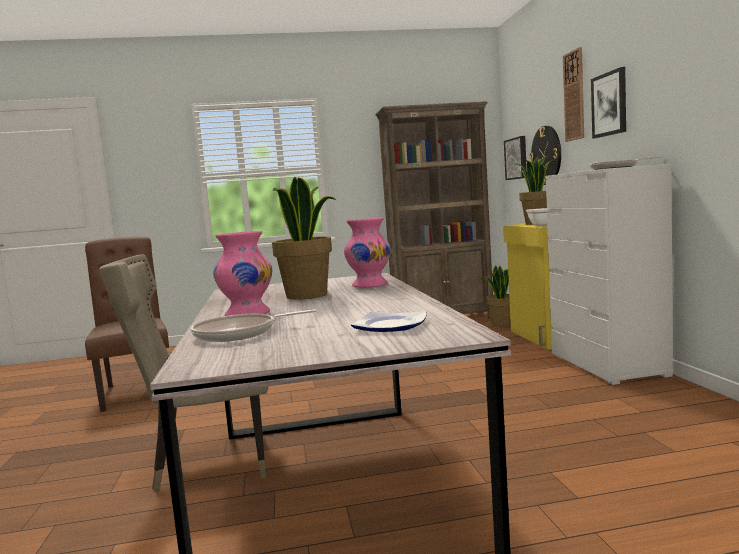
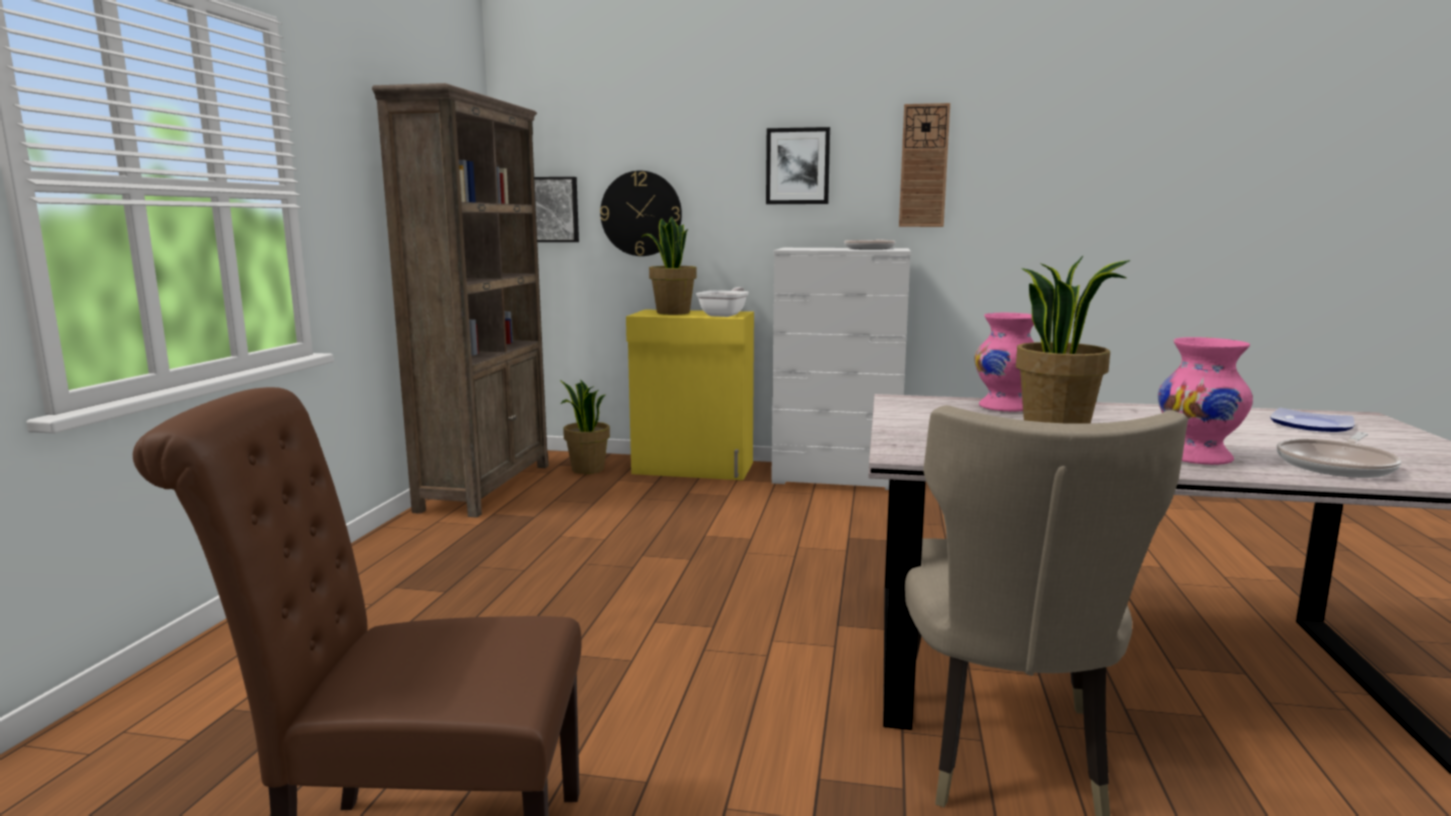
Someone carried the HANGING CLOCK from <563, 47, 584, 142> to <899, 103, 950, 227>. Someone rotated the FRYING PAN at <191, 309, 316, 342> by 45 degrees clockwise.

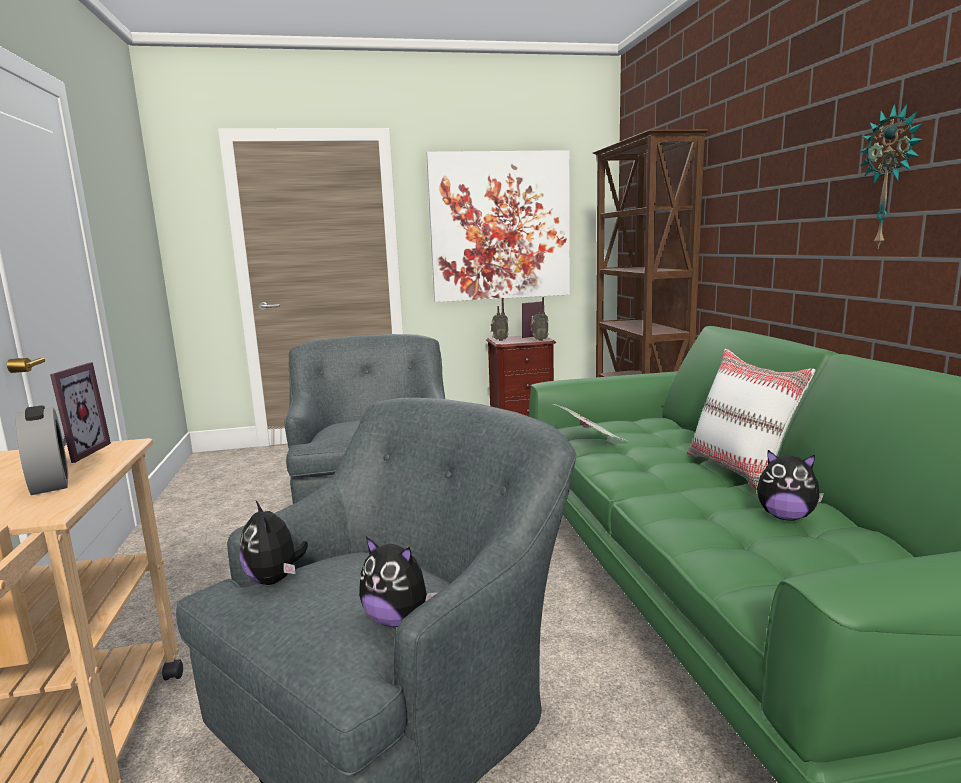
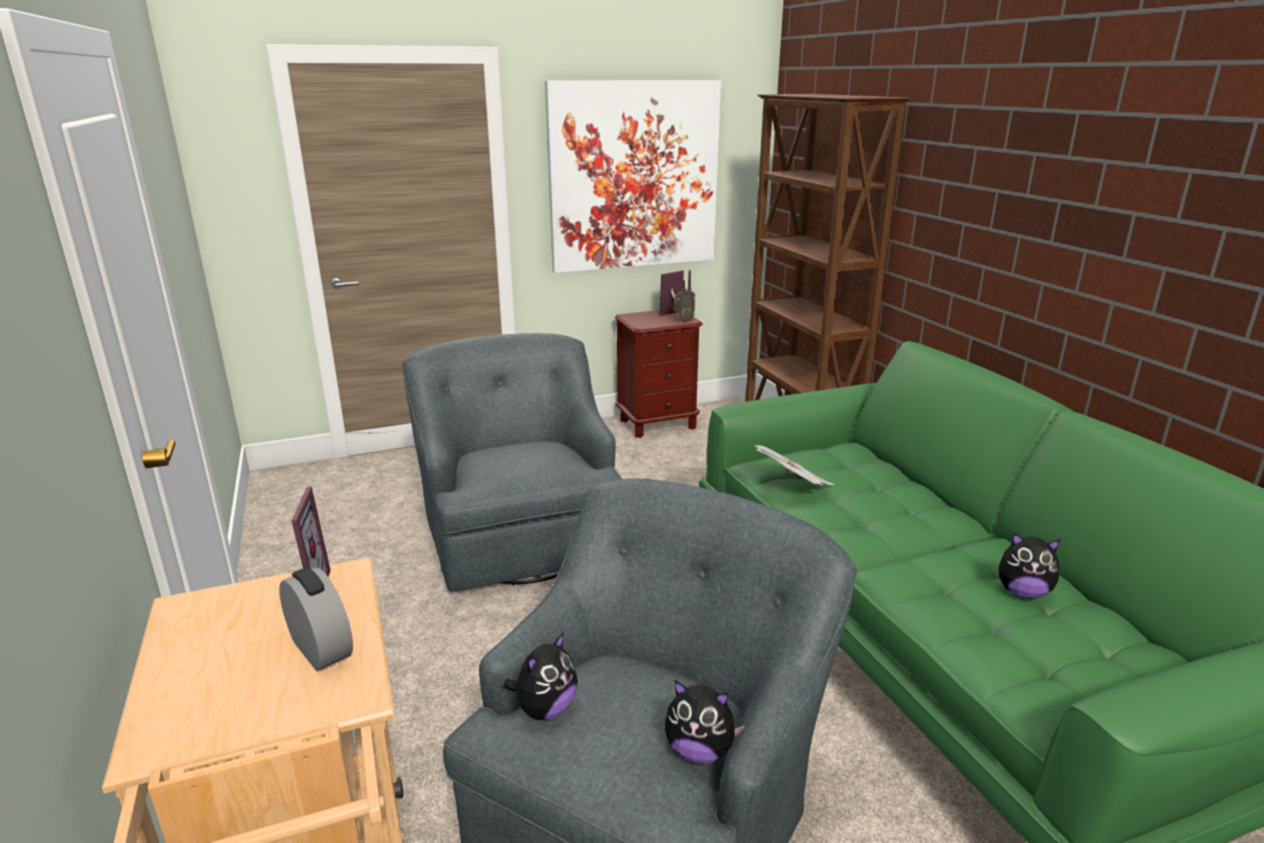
Someone took away the RADIO SET at <491, 298, 509, 341>. Someone took away the WHITISH PILLOW at <687, 349, 816, 490>. Someone took away the HANGING CLOCK at <859, 104, 924, 249>. Someone rotated the SOFT TOY at <240, 501, 308, 585> by 105 degrees counterclockwise.

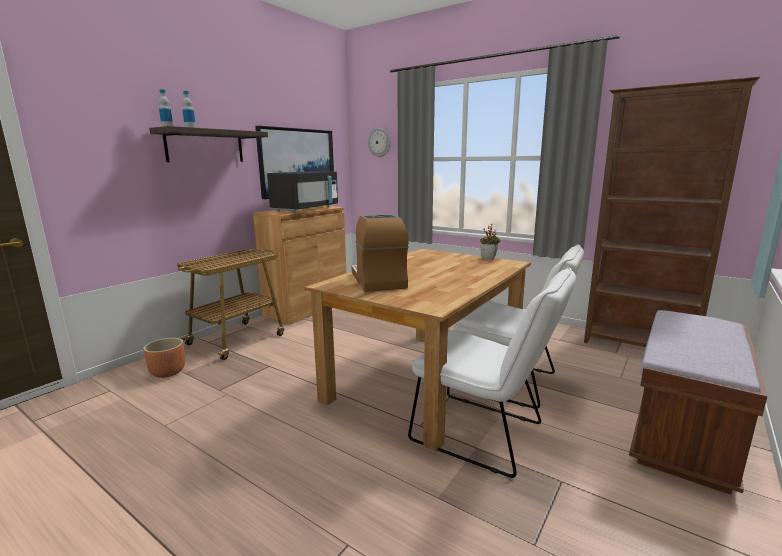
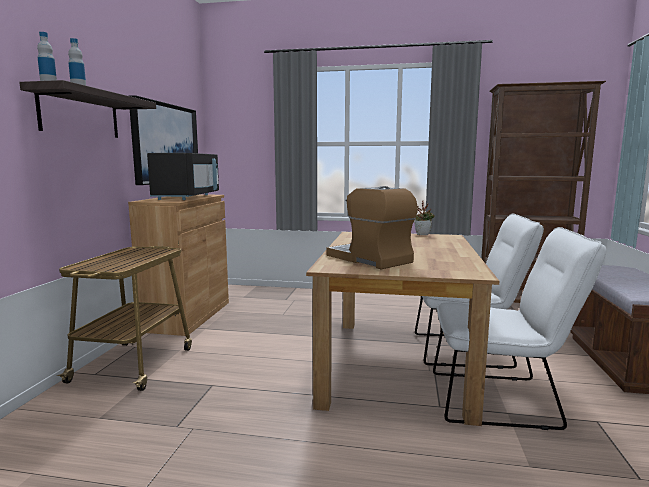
Someone took away the BROWN-COLOURED PLANT POT at <143, 338, 185, 378>. Someone took away the HANGING CLOCK at <368, 128, 391, 157>.

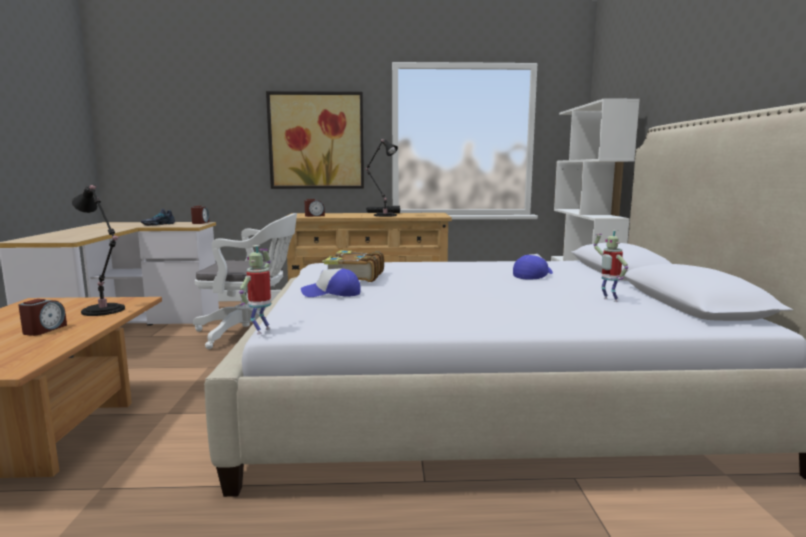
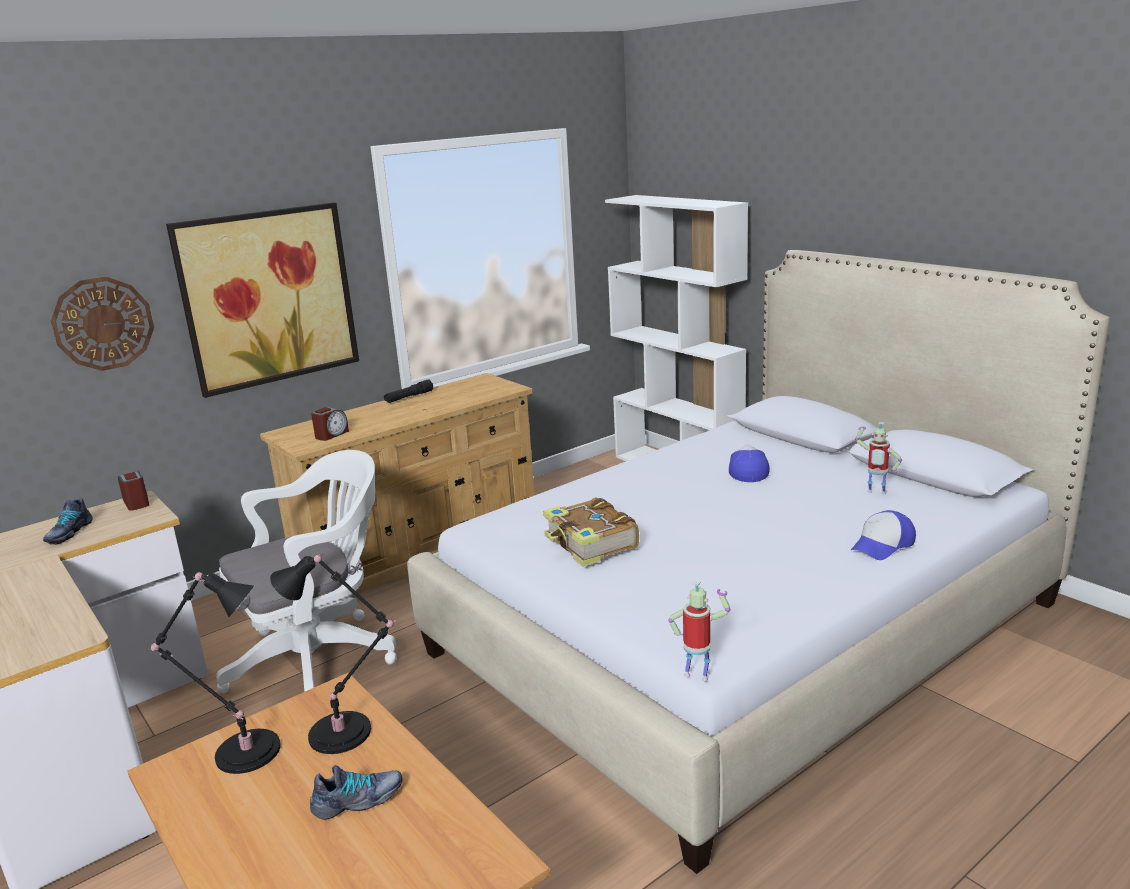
Someone put up the HANGING CLOCK at <51, 277, 154, 371>. Someone carried the PEAKED CAP from <301, 268, 361, 297> to <851, 510, 916, 560>. Someone carried the BLACKISH LAMP FOR A TABLE from <365, 139, 398, 217> to <148, 572, 281, 774>. Someone swapped the ALARM CLOCK at <18, 299, 67, 336> for the LOW SHOE at <310, 765, 402, 820>. Someone rotated the ROBOT FIGURE at <239, 245, 271, 335> by 135 degrees clockwise.

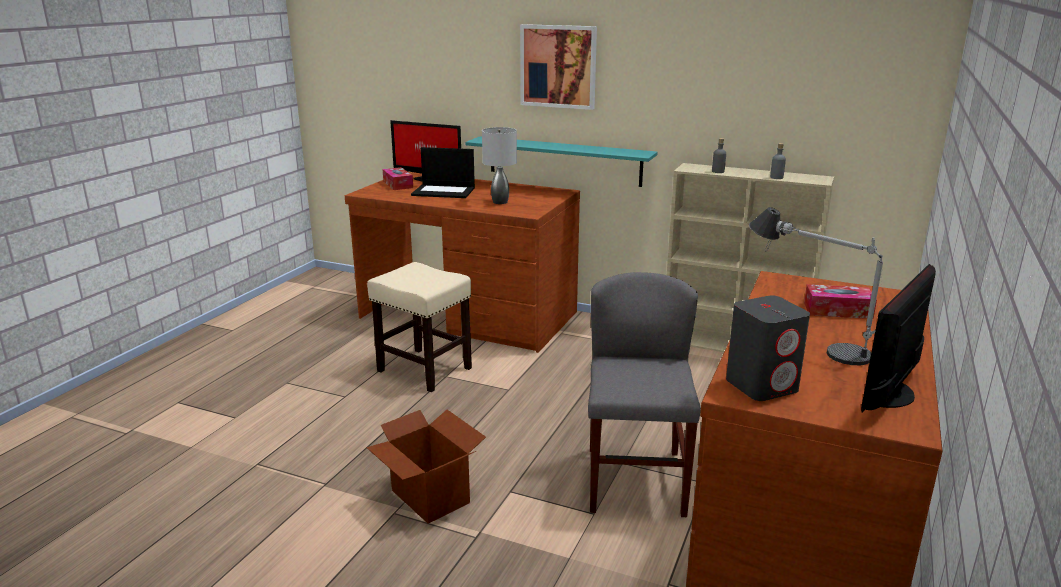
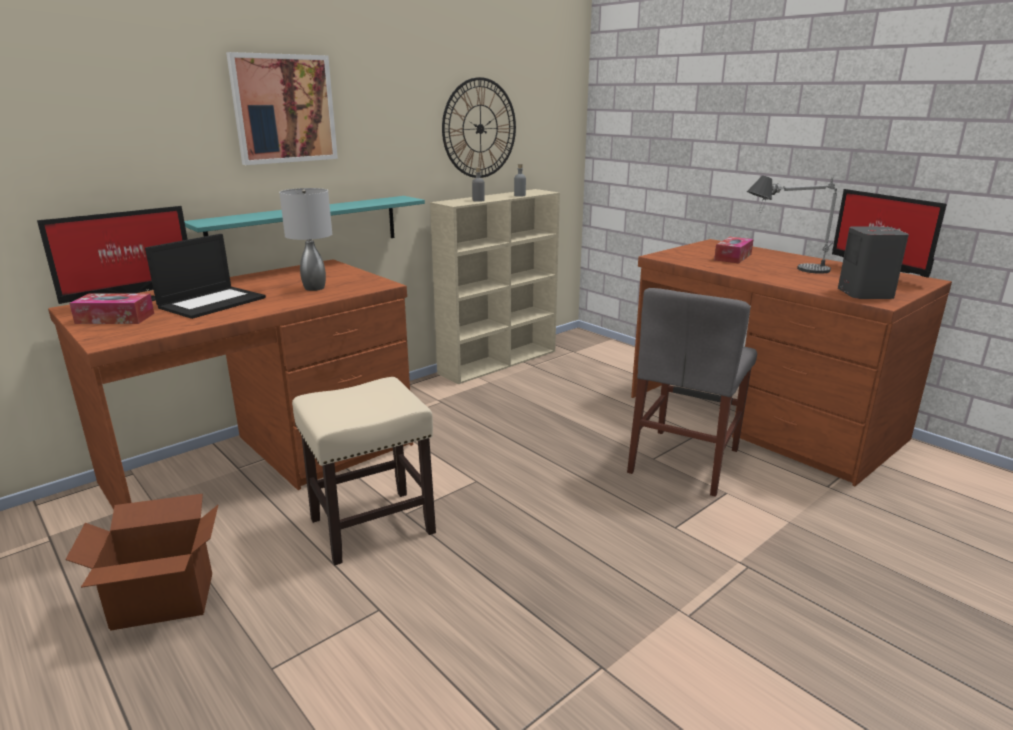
Someone put up the HANGING CLOCK at <442, 77, 516, 178>. Someone carried the CARTON from <366, 410, 486, 524> to <65, 494, 218, 631>. Someone rotated the GRAY PLAIN CHAIR at <588, 272, 701, 517> by 90 degrees counterclockwise.

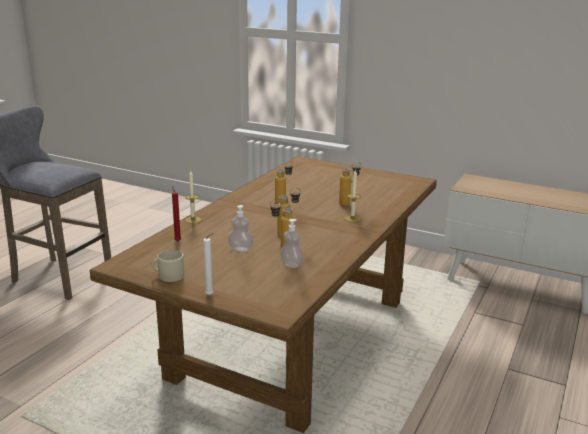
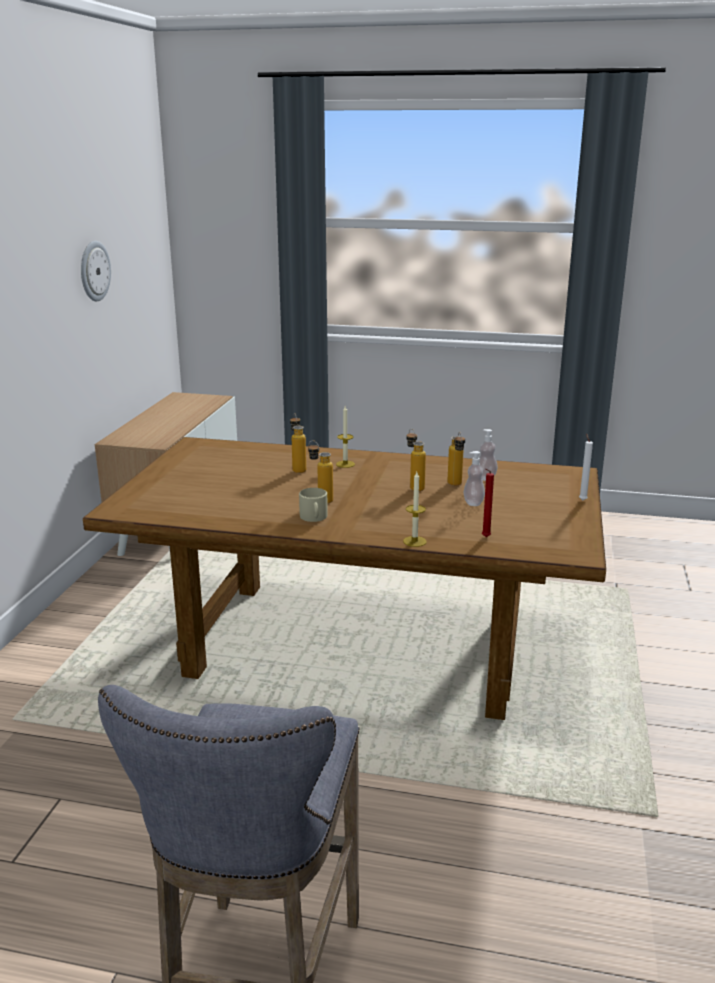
Someone put up the HANGING CLOCK at <81, 241, 111, 301>. Someone carried the BEIGE MUG from <151, 250, 184, 282> to <299, 488, 328, 522>.

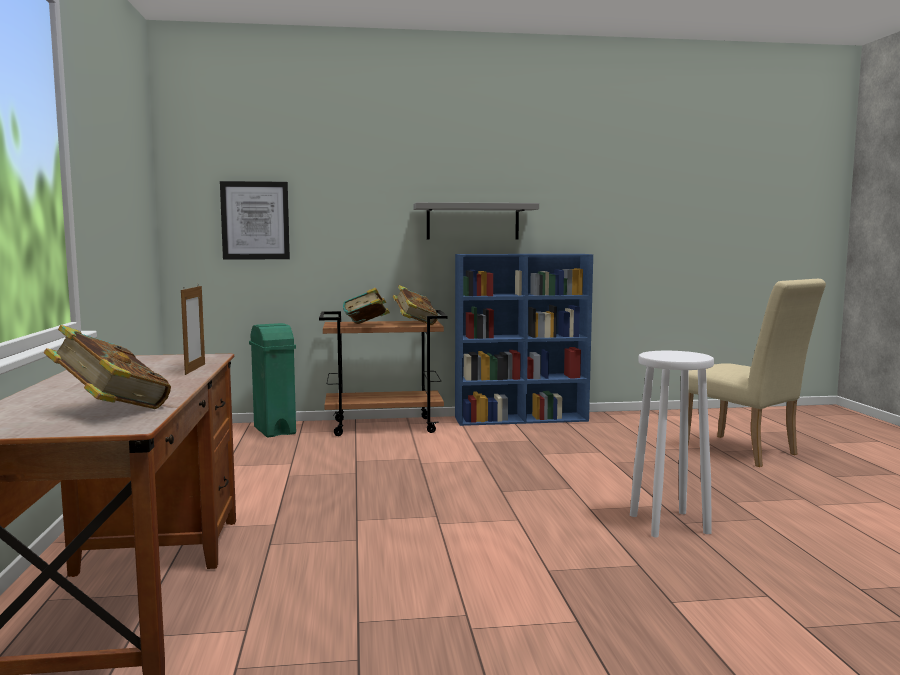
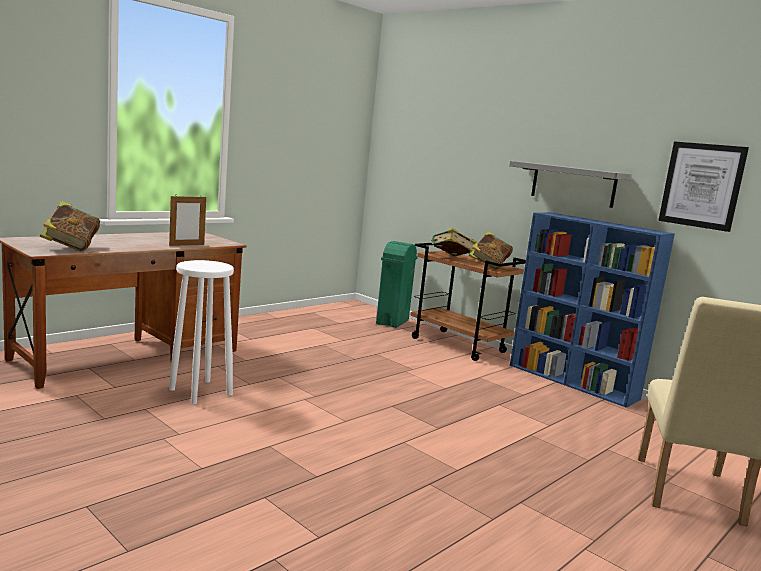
Someone carried the WALL PICTURE from <220, 181, 290, 260> to <658, 141, 749, 232>. Someone carried the WHITISH STOOL from <630, 351, 714, 537> to <169, 260, 234, 404>.

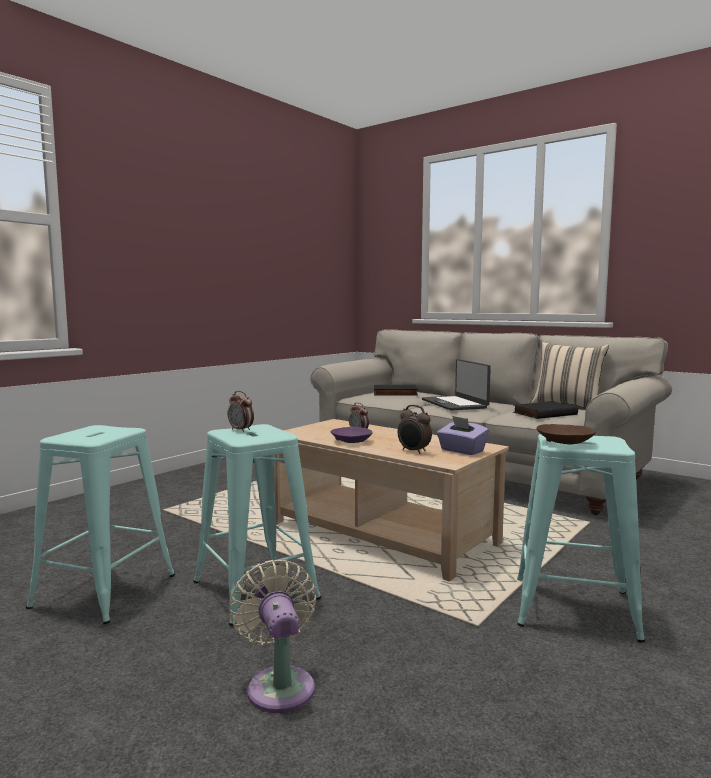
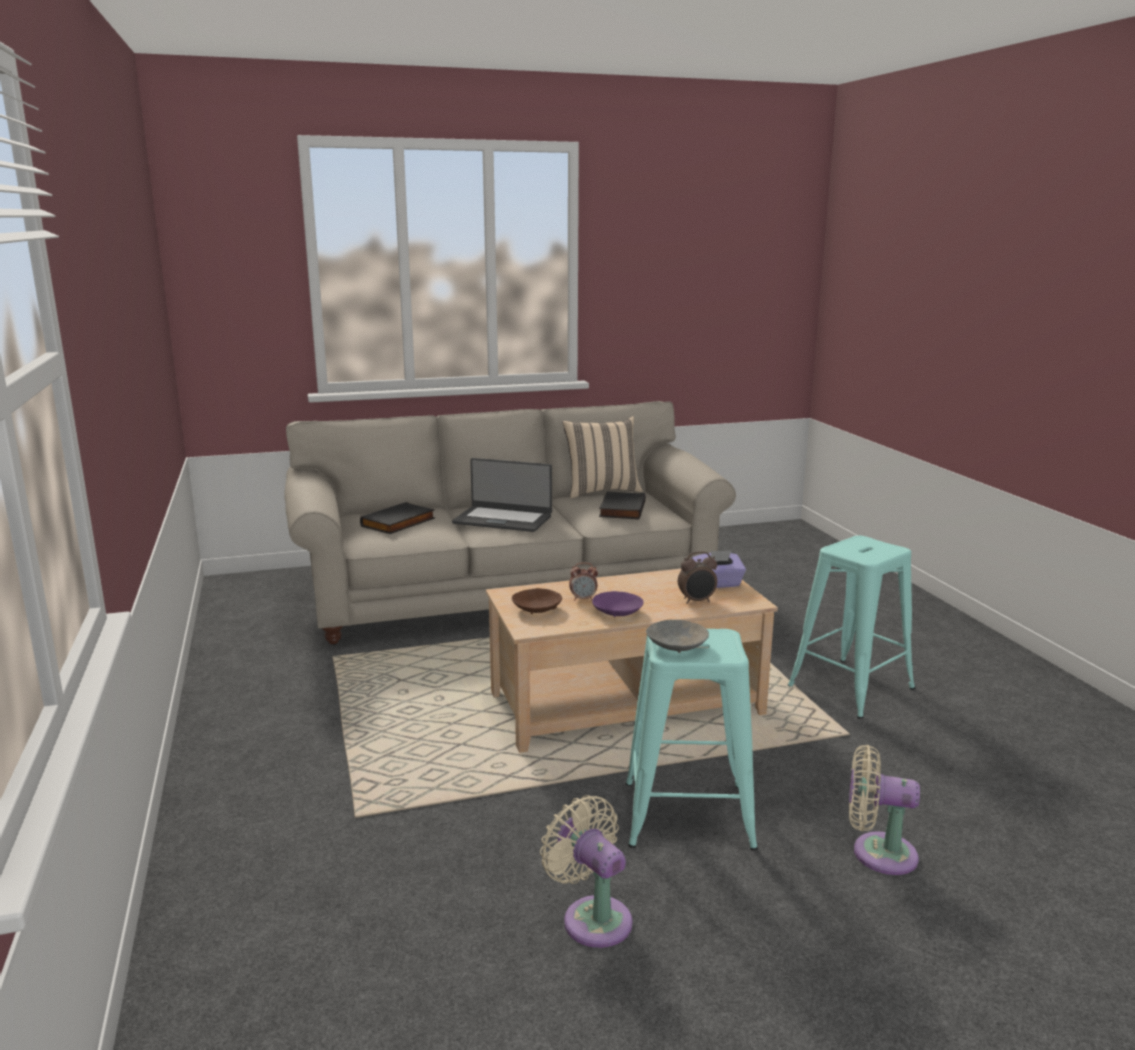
Someone carried the BROWN-COLOURED DEEP DISH from <536, 424, 596, 445> to <512, 588, 562, 614>. Someone swapped the TURQUOISE-COLOURED STOOL at <26, 425, 175, 624> for the BEIGE COOLING FAN at <540, 795, 633, 948>. Someone swapped the ALARM CLOCK at <228, 391, 254, 432> for the GRAY DEEP DISH at <646, 620, 709, 653>.

